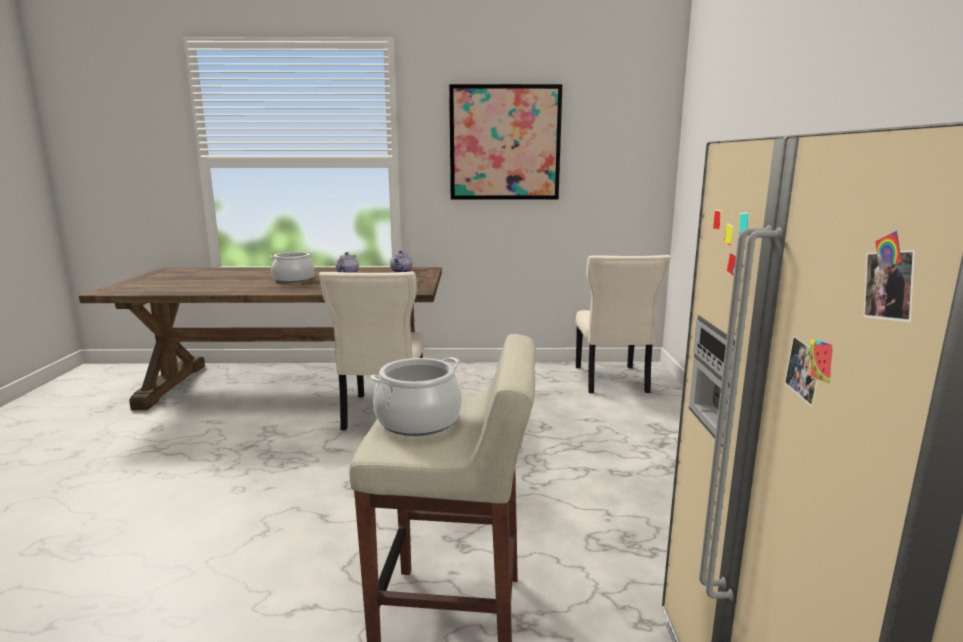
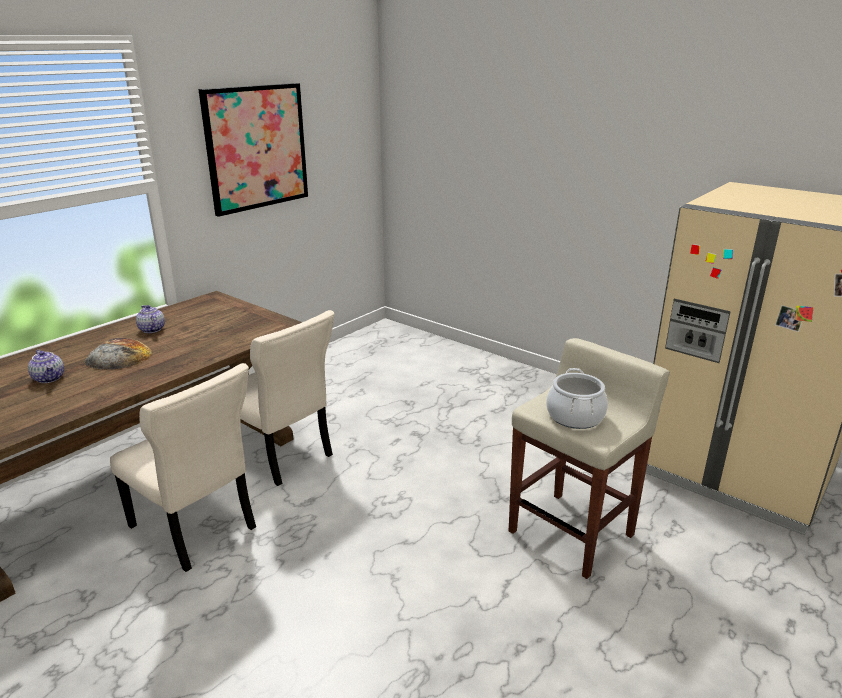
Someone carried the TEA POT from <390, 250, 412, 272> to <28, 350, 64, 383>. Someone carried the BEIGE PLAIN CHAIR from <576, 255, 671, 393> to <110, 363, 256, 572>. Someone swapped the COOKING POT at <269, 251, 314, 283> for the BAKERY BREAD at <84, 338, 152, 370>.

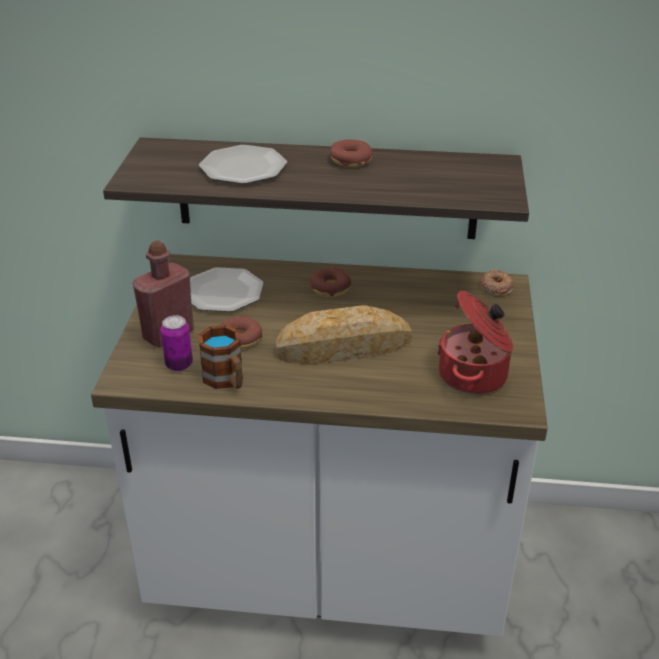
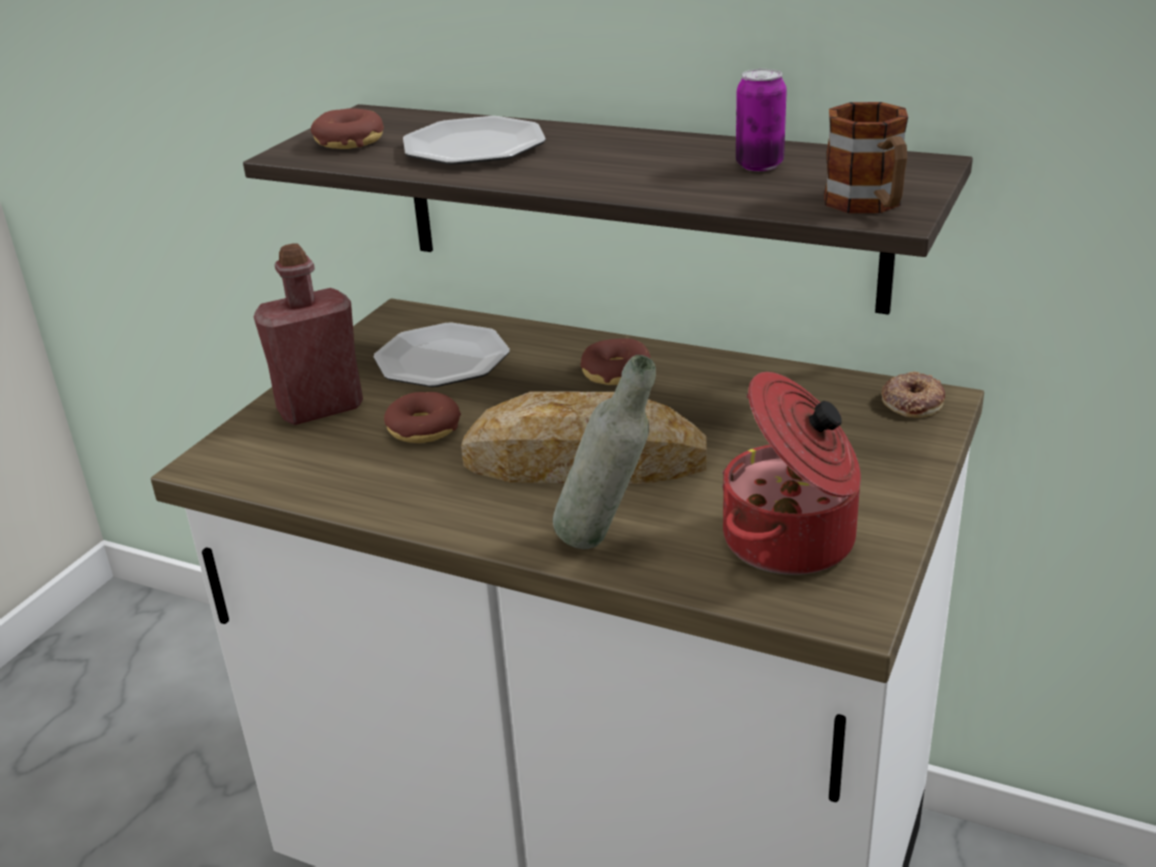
Someone put down the GRAY BEVERAGE BOTTLE at <553, 355, 656, 549>. Someone carried the METAL CAN from <160, 315, 193, 371> to <736, 69, 787, 171>. Someone carried the MUG from <198, 325, 243, 389> to <824, 102, 908, 213>. Someone carried the RING DOUGHNUT from <330, 140, 373, 167> to <311, 108, 384, 149>.

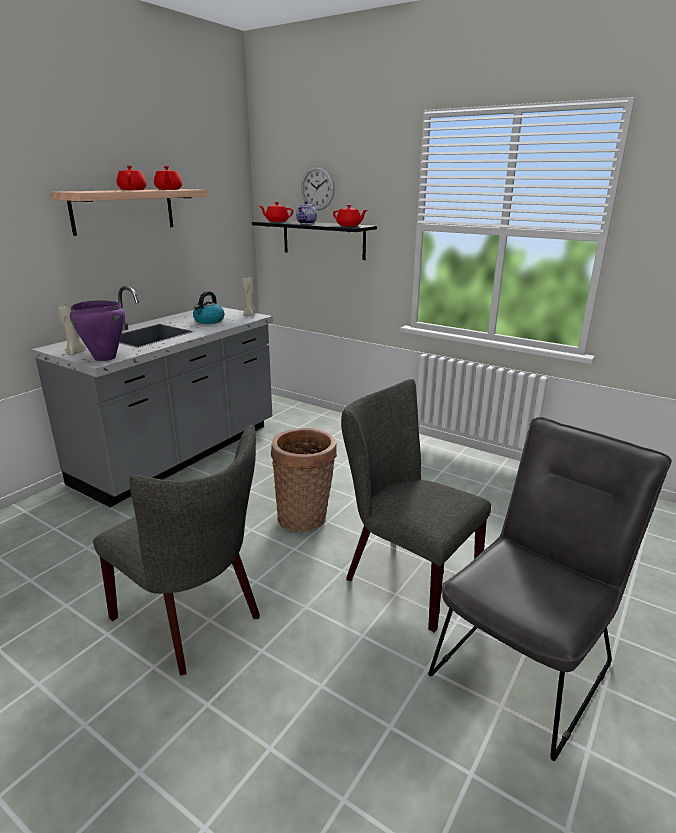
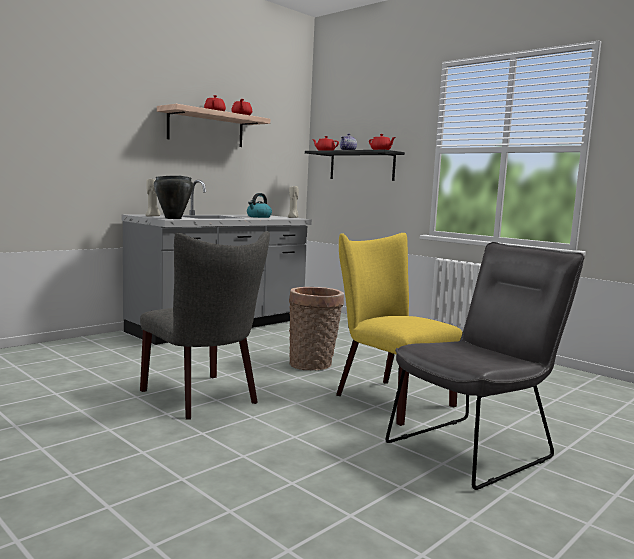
Someone took away the HANGING CLOCK at <301, 166, 335, 210>. Someone repainted the PURPLISH COOKING POT at <70, 300, 125, 361>, which became the BLACKISH COOKING POT at <154, 176, 193, 219>. Someone repainted the GRAY PLAIN CHAIR at <341, 379, 491, 632>, which became the YELLOW-COLOURED PLAIN CHAIR at <336, 233, 463, 426>.

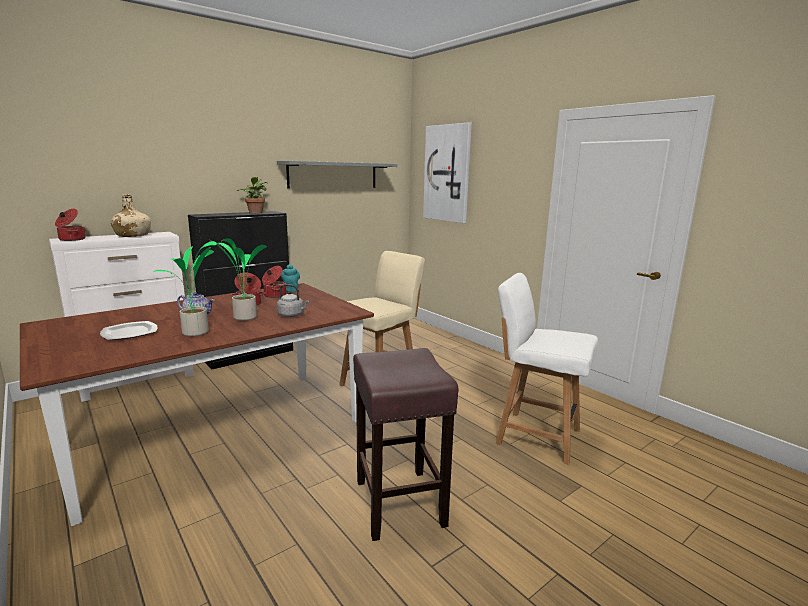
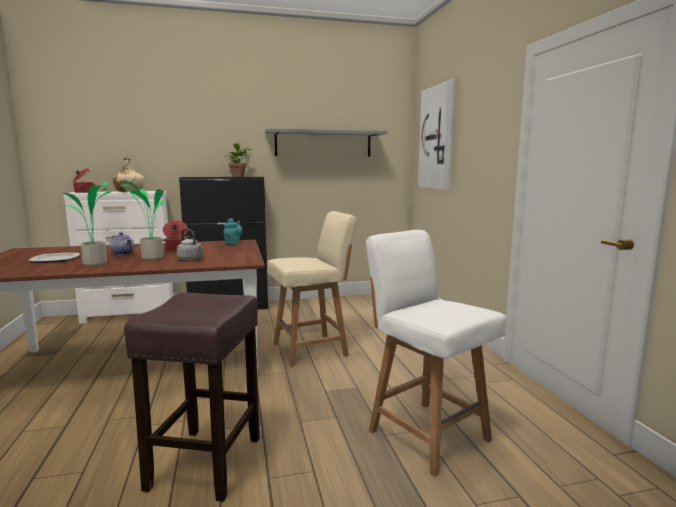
Someone took away the COOKING POT at <262, 266, 287, 298>.

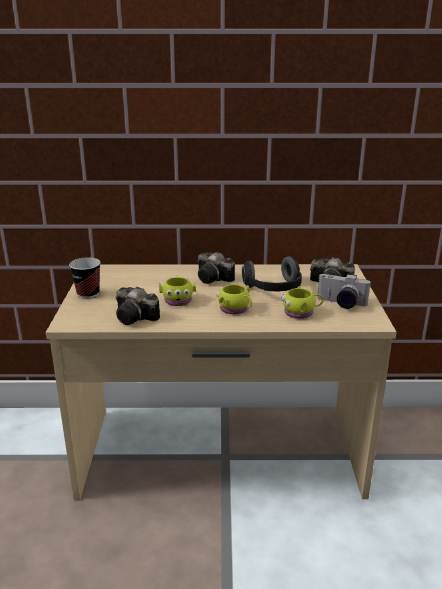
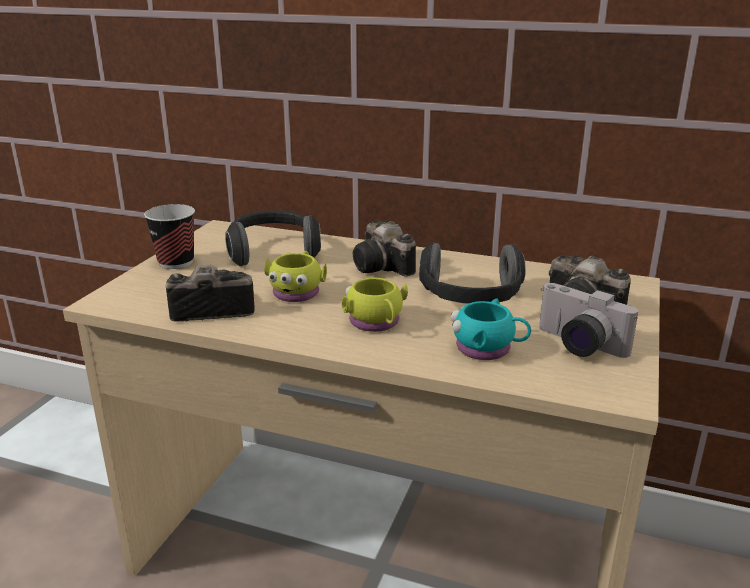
Someone put down the PAIR OF HEADPHONES at <225, 211, 321, 266>. Someone repainted the YELLOW-COLOURED MUG at <281, 286, 324, 319>, which became the TURQUOISE-COLOURED MUG at <451, 298, 531, 360>. Someone rotated the PHOTO CAMERA at <116, 287, 160, 325> by 120 degrees clockwise.

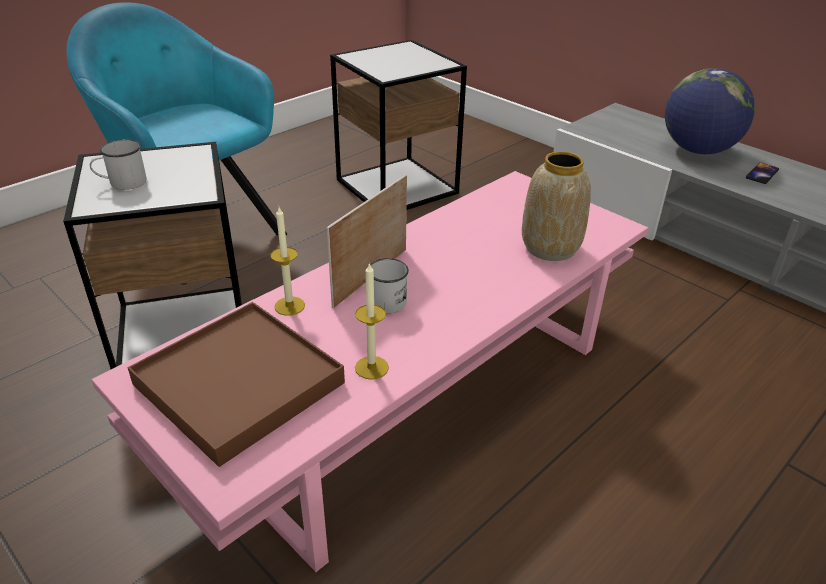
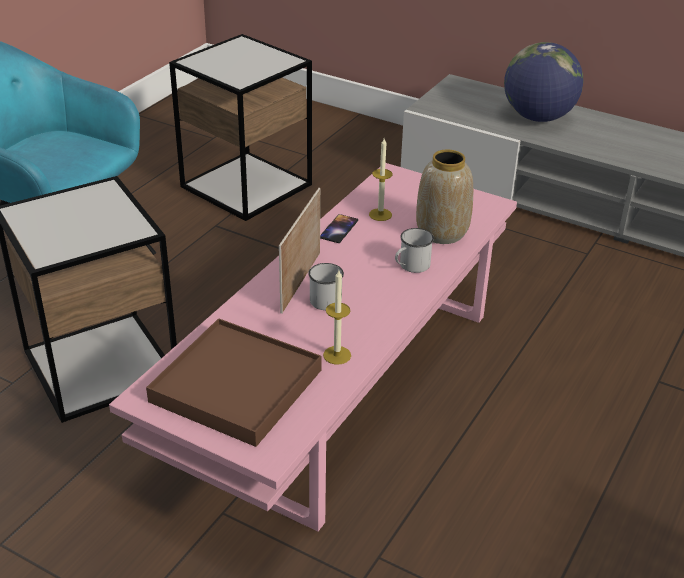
Someone carried the WHITISH MUG from <90, 139, 147, 190> to <395, 228, 434, 273>. Someone carried the WAX LIGHT from <270, 207, 305, 316> to <369, 138, 392, 221>. Someone carried the PHONE from <746, 163, 779, 184> to <320, 214, 358, 243>.

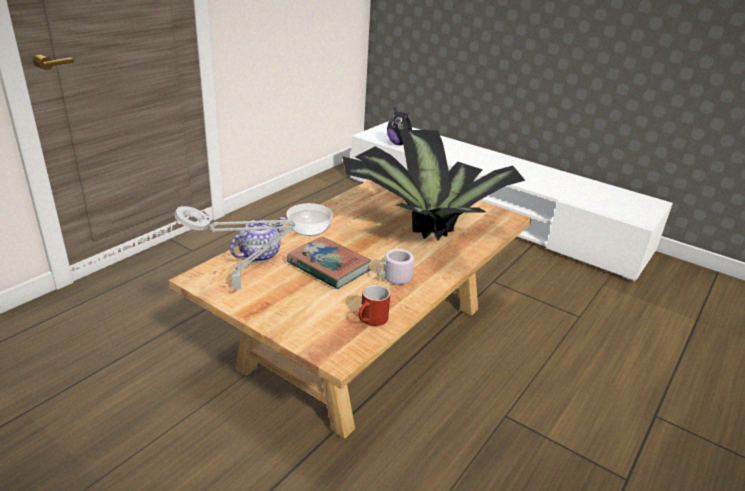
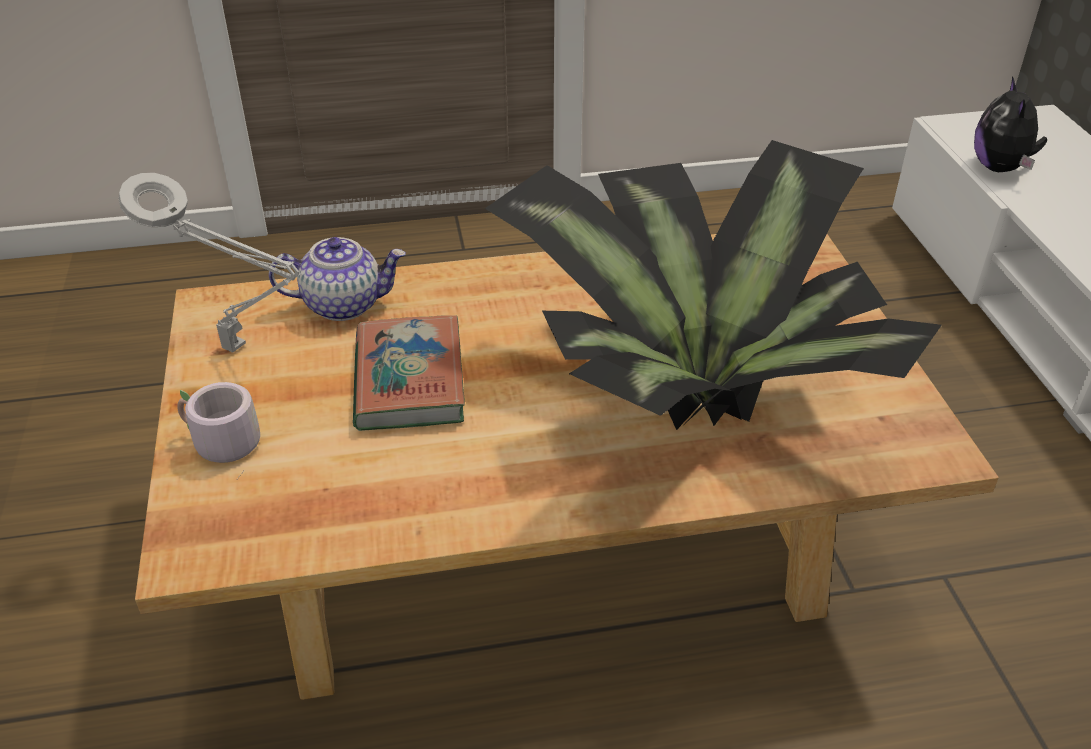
Someone took away the DEEP DISH at <286, 203, 333, 236>. Someone took away the REDDISH MUG at <358, 285, 390, 326>. Someone carried the GRAY MUG from <377, 249, 420, 285> to <177, 382, 260, 478>.

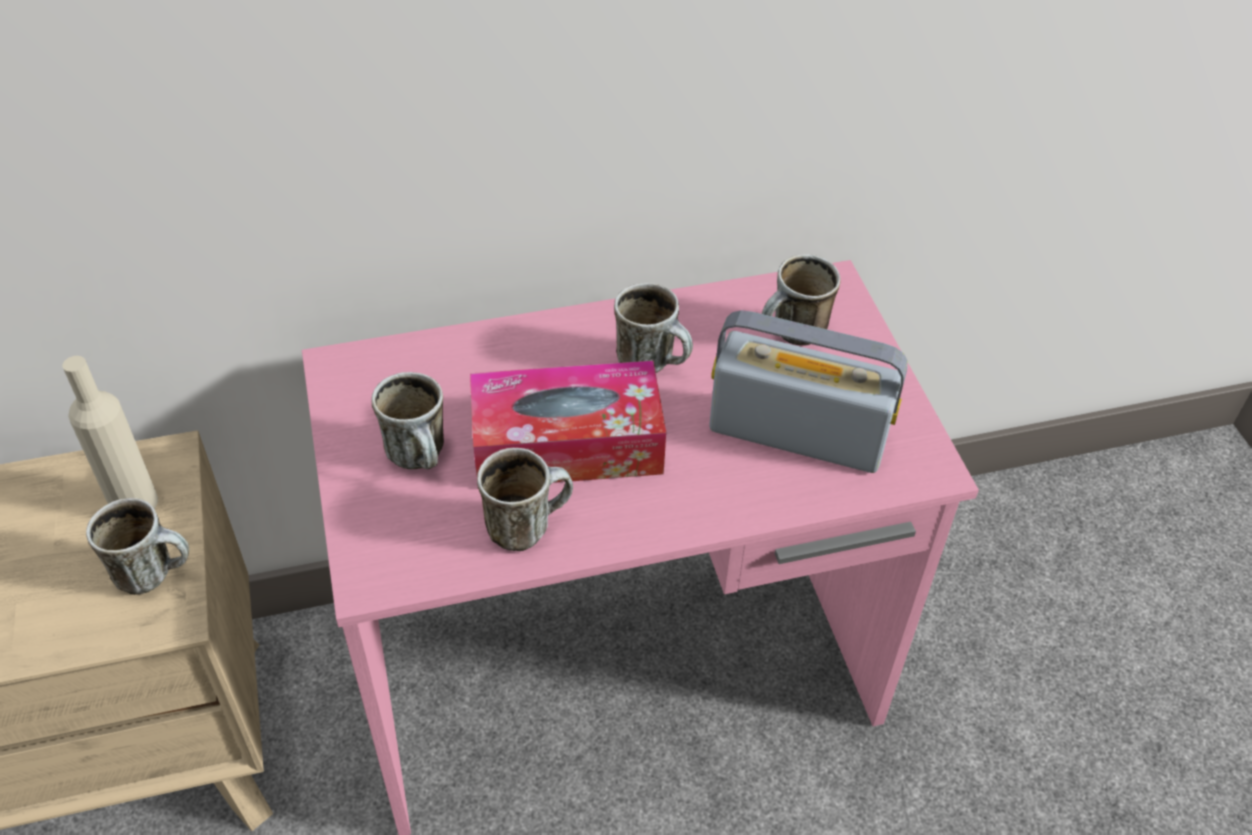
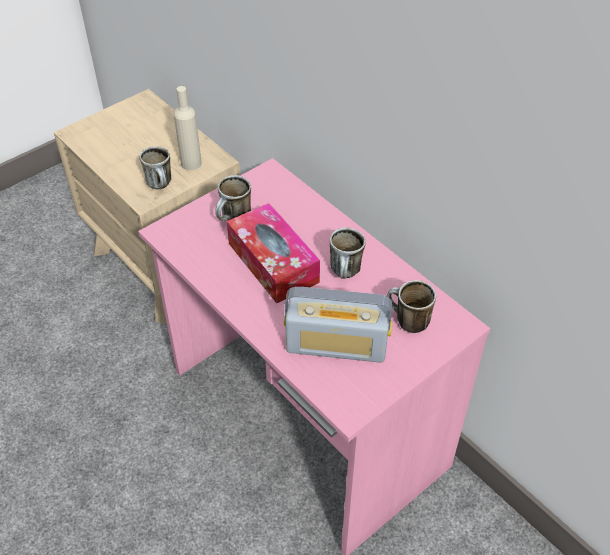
Someone took away the MUG at <477, 448, 573, 551>. Someone rotated the RADIO SET at <709, 310, 908, 473> by 105 degrees clockwise.

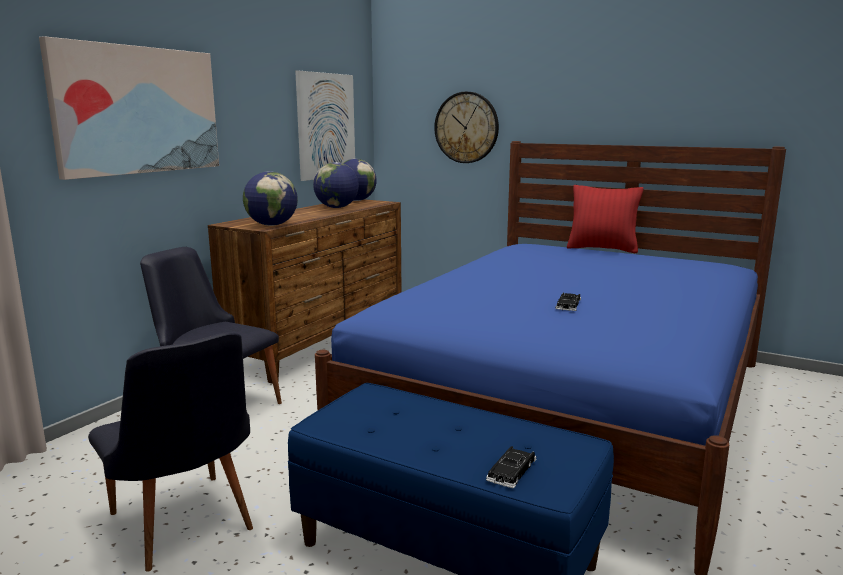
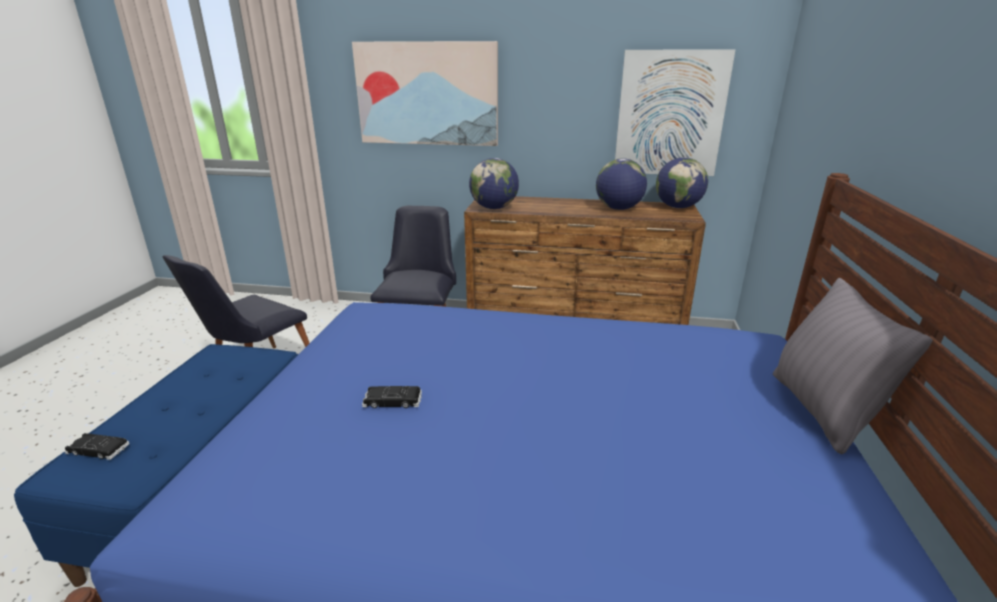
Someone took away the HANGING CLOCK at <434, 92, 499, 163>. Someone repainted the REDDISH PILLOW at <567, 185, 644, 253>, which became the GRAY PILLOW at <773, 278, 933, 454>.

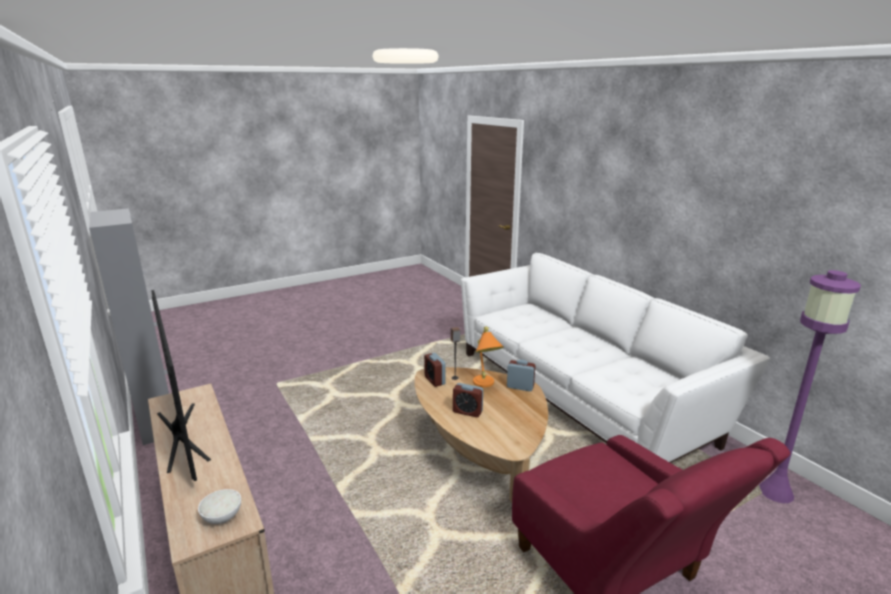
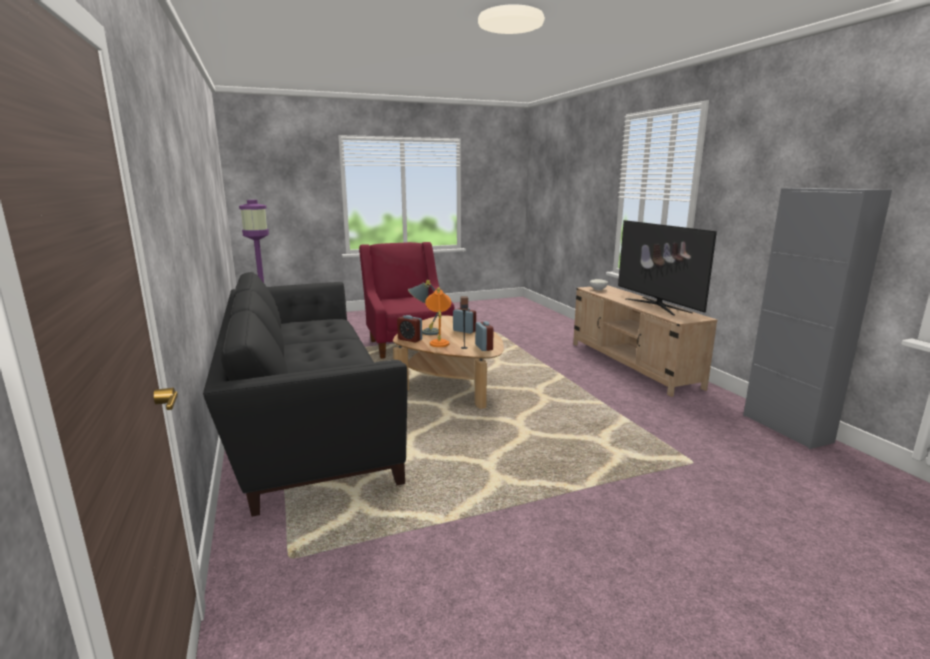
Someone put down the GRAY LAMP FOR A TABLE at <408, 280, 439, 335>. Someone repainted the WHITISH SETTEE at <461, 253, 770, 463>, which became the BLACKISH SETTEE at <203, 272, 407, 517>.

